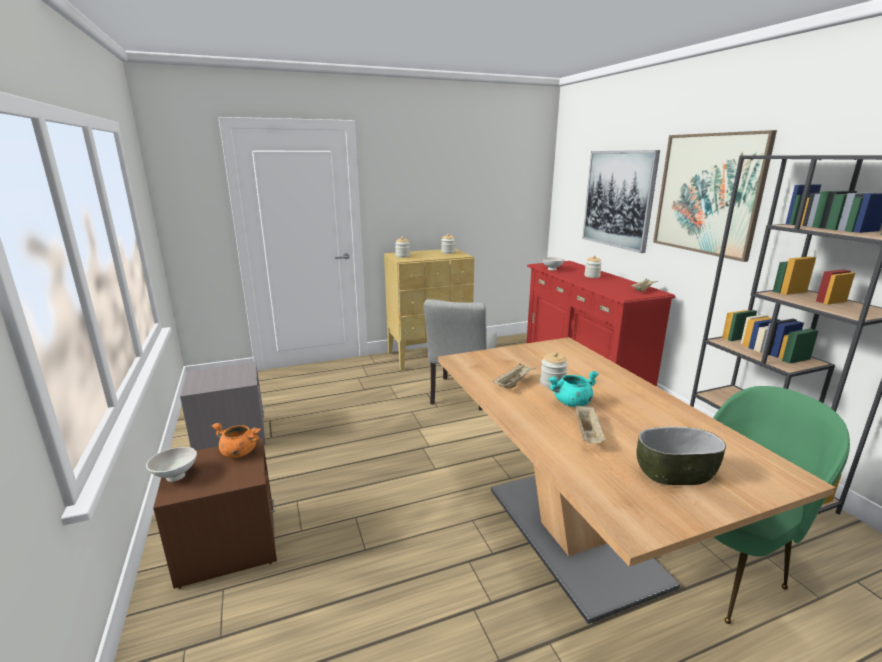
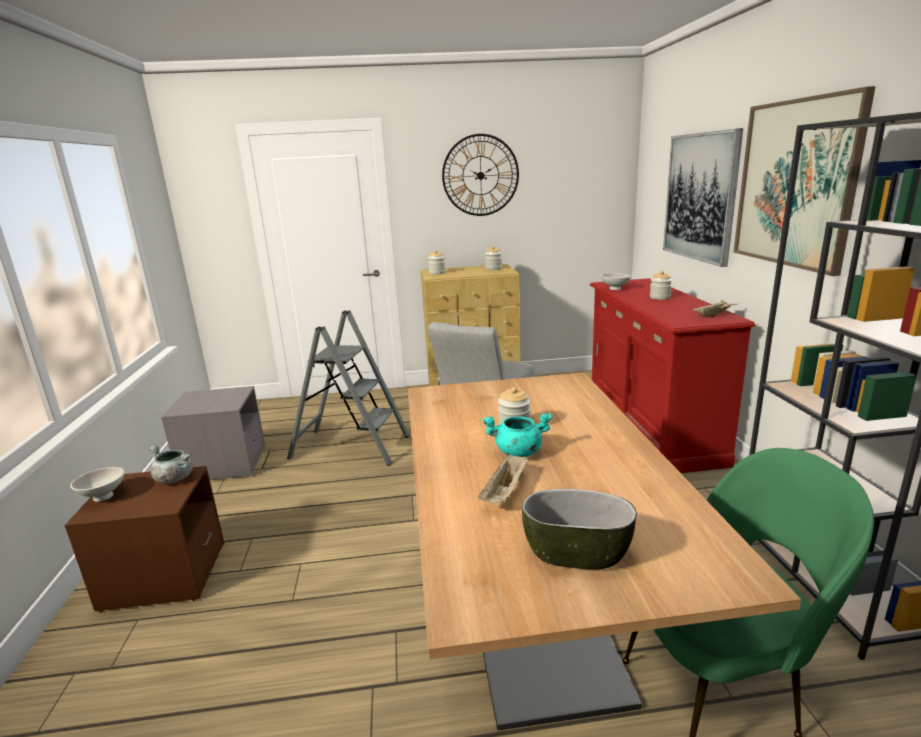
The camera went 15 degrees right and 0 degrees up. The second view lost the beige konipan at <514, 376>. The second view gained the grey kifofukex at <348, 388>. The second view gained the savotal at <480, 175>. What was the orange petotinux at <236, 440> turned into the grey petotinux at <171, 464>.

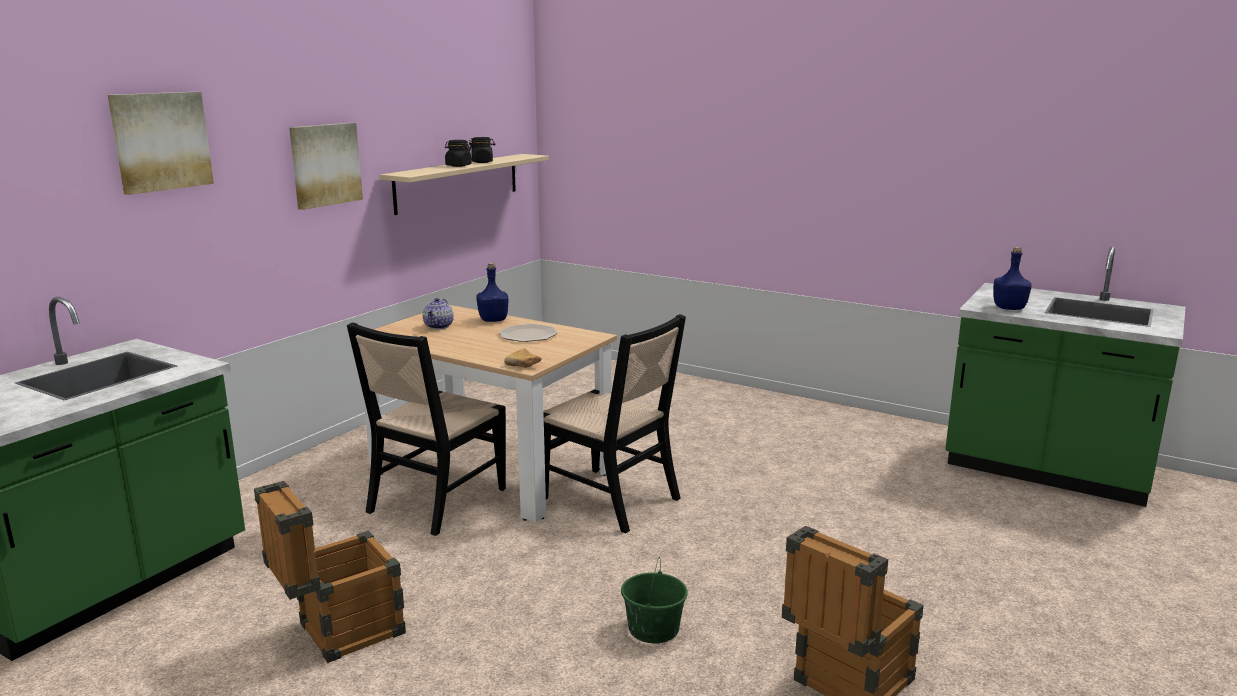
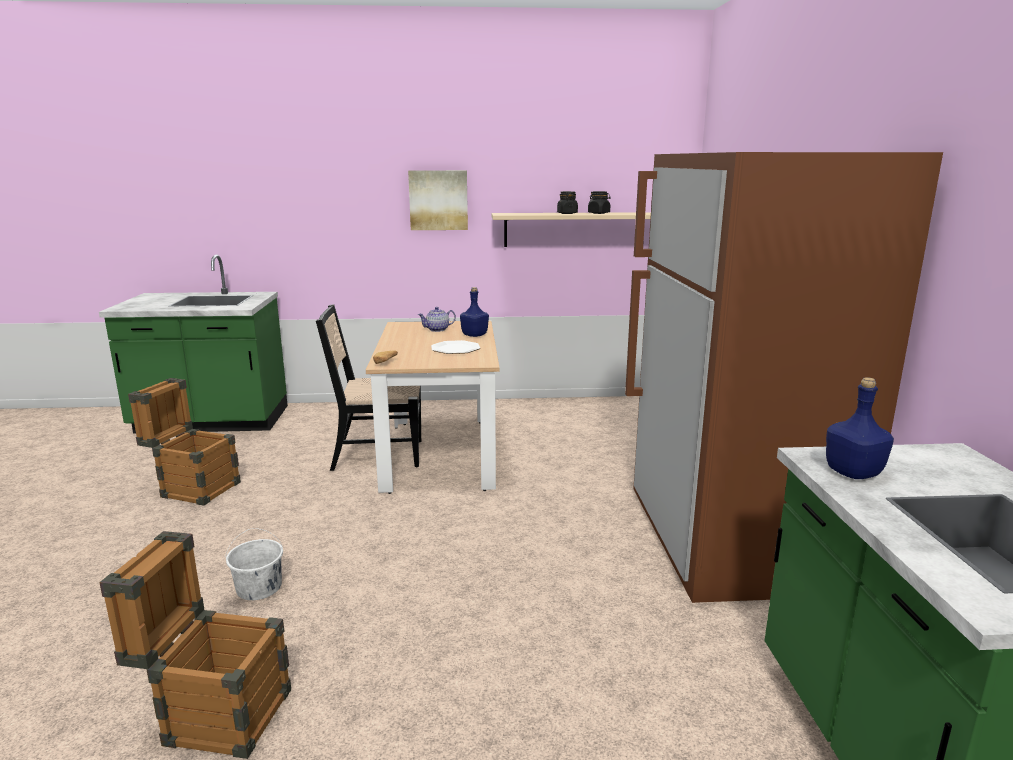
The camera went 55 degrees right and 0 degrees up. The second view lost the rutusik at <161, 143>. The second view lost the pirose at <614, 423>. The second view gained the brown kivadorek at <784, 377>. What was the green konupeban at <654, 600> turned into the white konupeban at <254, 564>.

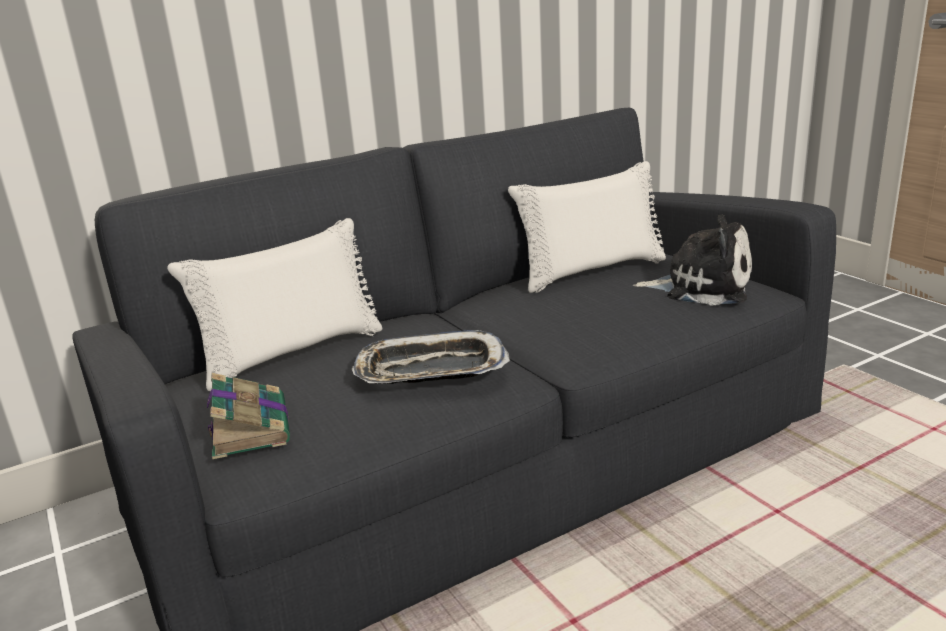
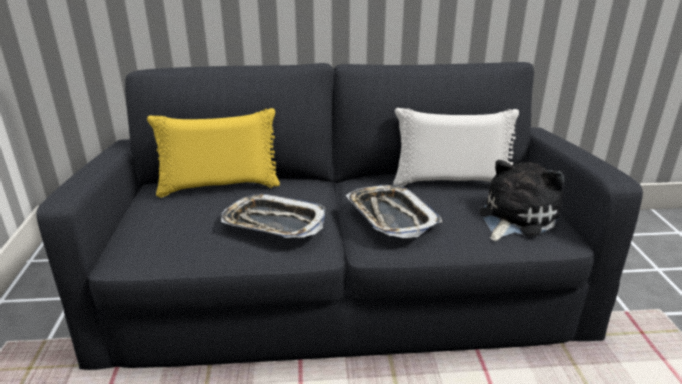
The camera went 25 degrees right and 5 degrees up. The second view lost the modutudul at <248, 416>. The second view gained the konipan at <394, 211>. What was the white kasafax at <274, 304> turned into the yellow kasafax at <213, 153>. The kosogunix at <692, 260> ended up facing another way, 90 degrees counterclockwise from before.

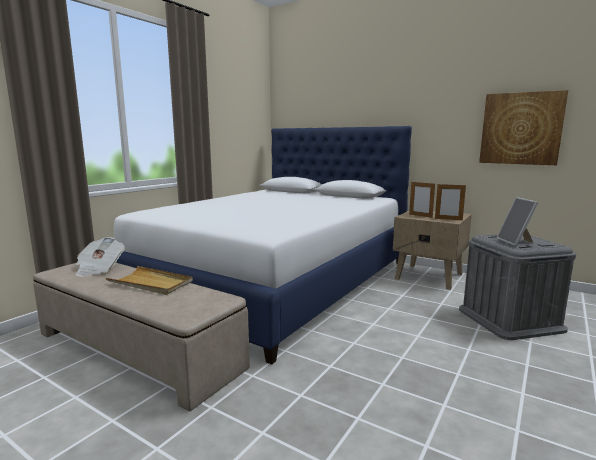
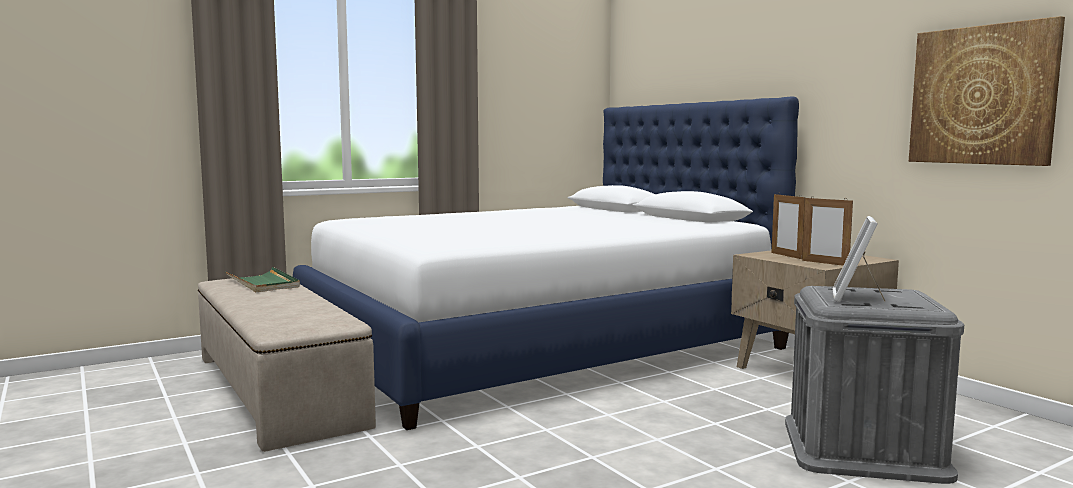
The camera went 25 degrees right and 5 degrees down. The second view lost the beige konipan at <149, 280>. Where the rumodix stood at <100, 257>, the green konipan came to stand at <263, 279>.

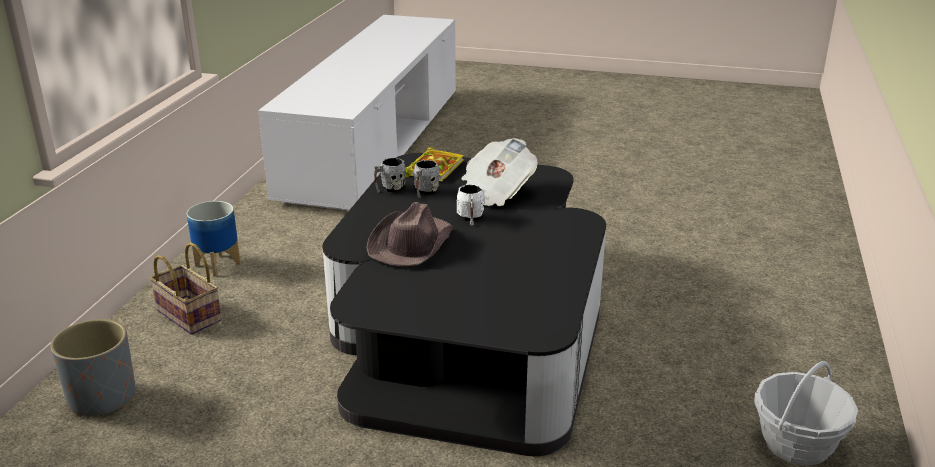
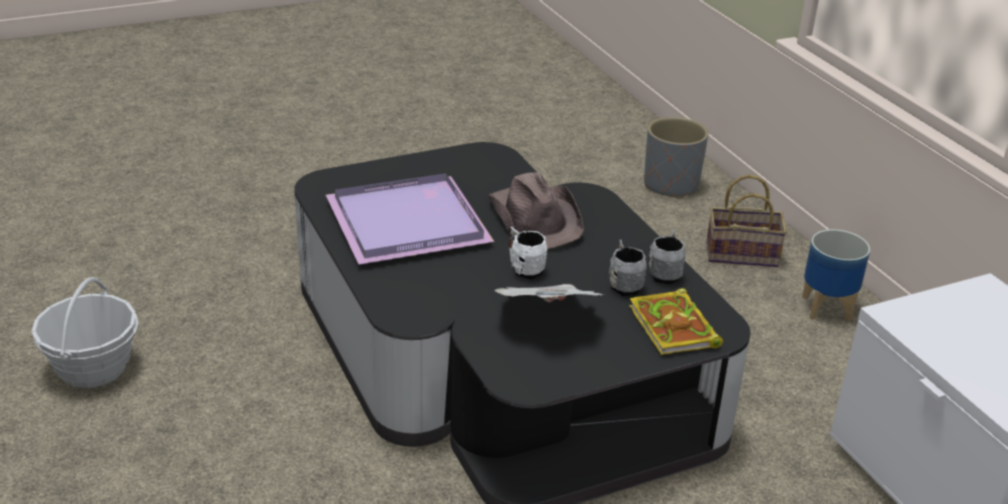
The camera went 140 degrees right and 5 degrees up. The second view gained the purple konipan at <410, 219>.

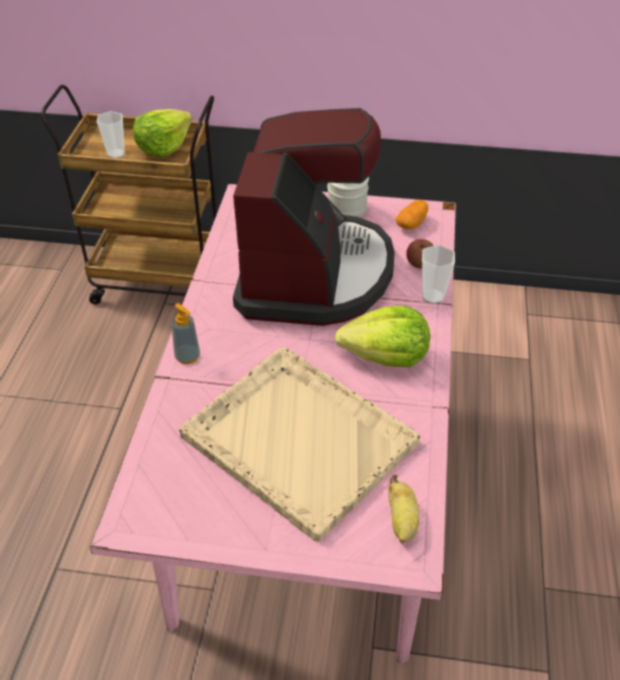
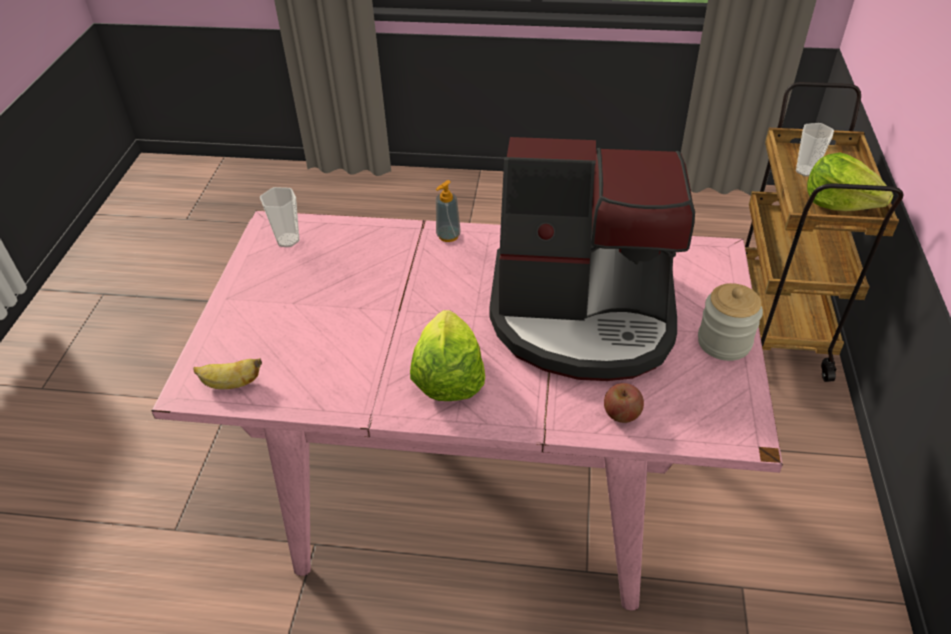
The camera went 90 degrees right and 0 degrees up. The second view lost the beige konipan at <299, 444>. The second view lost the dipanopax at <412, 214>. The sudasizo ended up elsewhere, having gone from <438, 274> to <279, 217>.

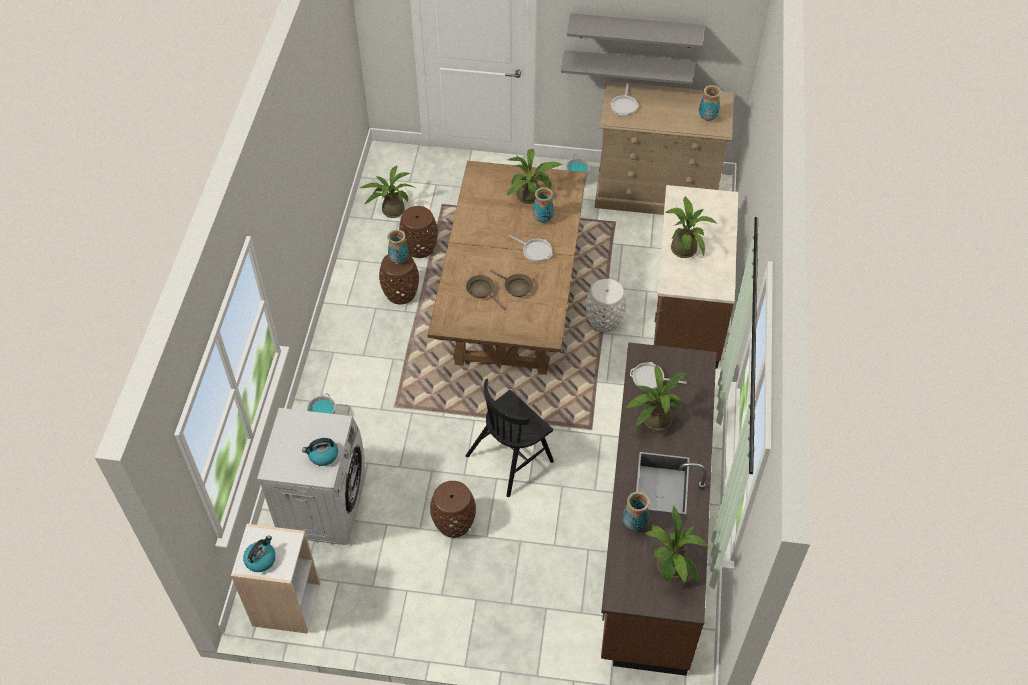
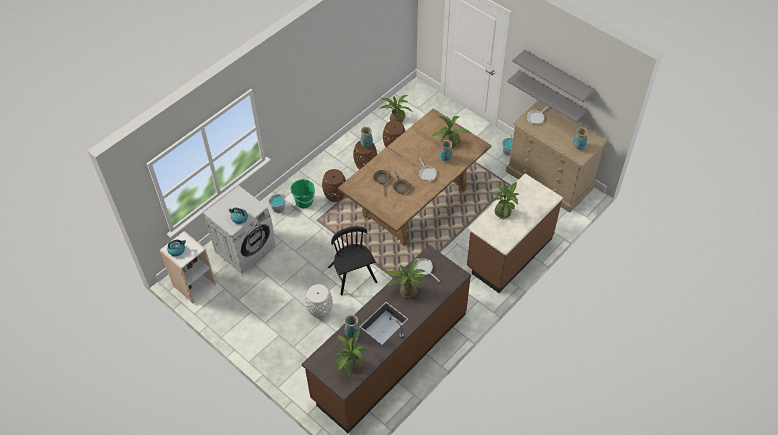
The camera went 35 degrees right and 0 degrees up. The second view gained the green konupeban at <302, 193>. The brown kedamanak ended up elsewhere, having gone from <453, 509> to <334, 185>. The white kedamanak ended up elsewhere, having gone from <606, 305> to <319, 301>. The black pirose at <510, 437> ended up facing another way, 75 degrees clockwise from before.

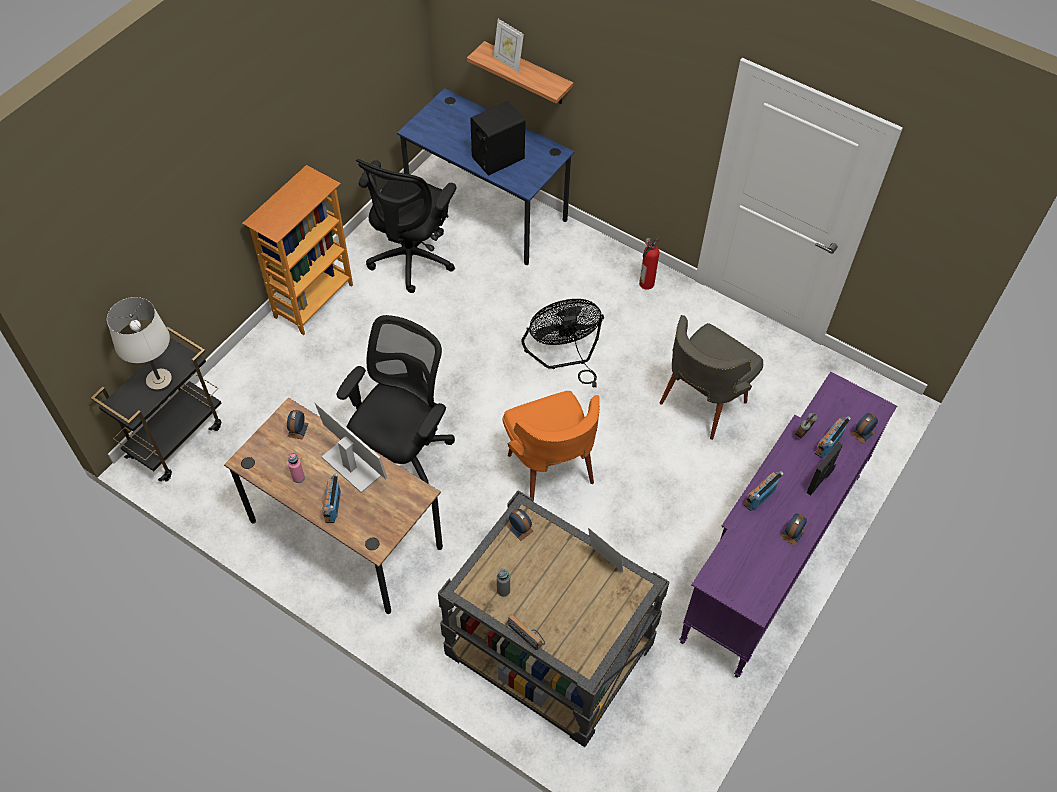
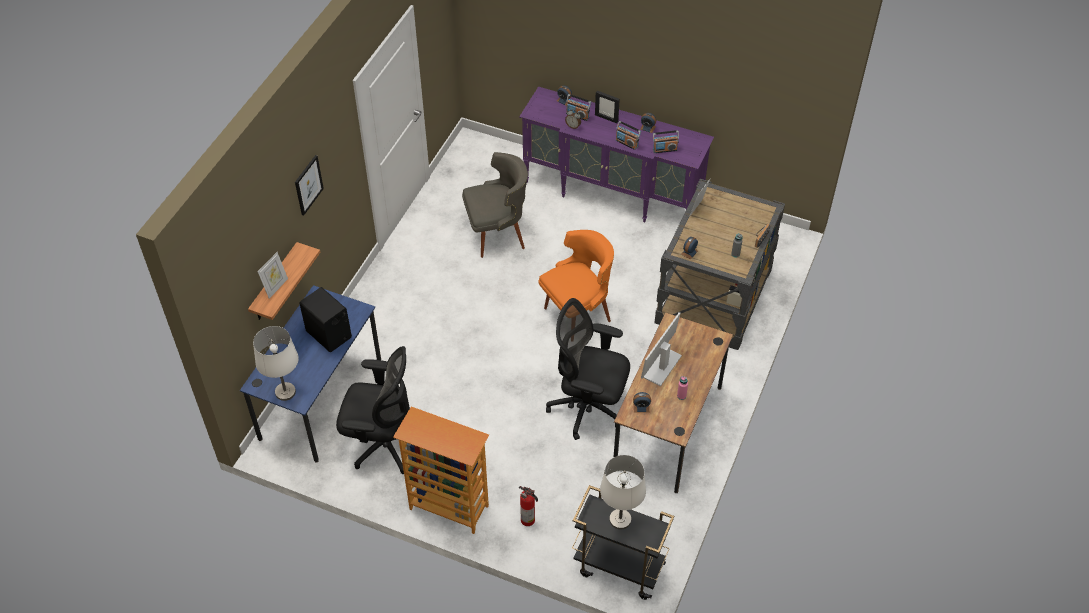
The camera went 100 degrees left and 5 degrees down. The second view lost the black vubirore at <562, 343>. The second view gained the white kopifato at <276, 363>. The second view gained the rutusik at <309, 185>. The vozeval ended up elsewhere, having gone from <332, 498> to <666, 141>. The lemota ended up elsewhere, having gone from <649, 264> to <528, 506>. The grey pirose at <711, 377> ended up facing another way, 45 degrees counterclockwise from before.

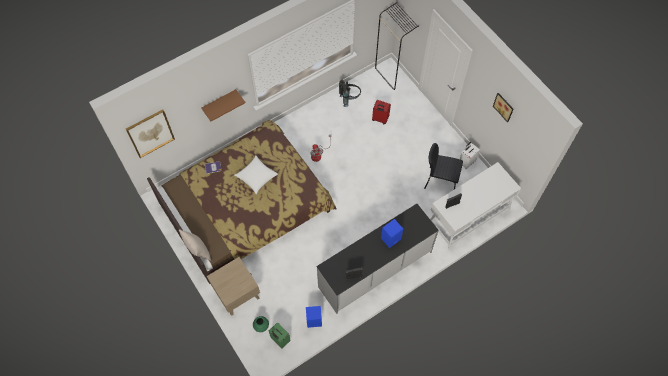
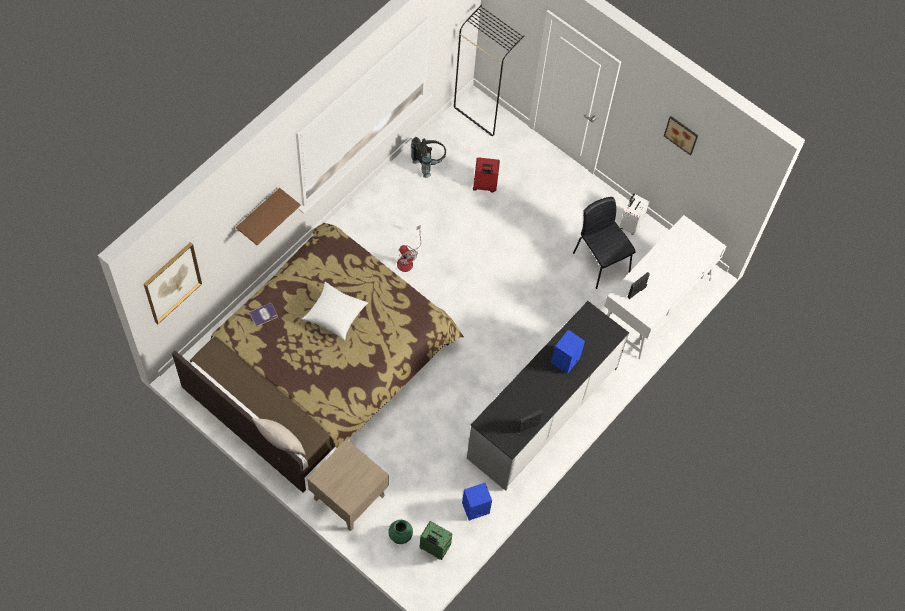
The camera went 20 degrees left and 0 degrees up. The black pirose at <443, 166> ended up facing another way, 60 degrees clockwise from before.

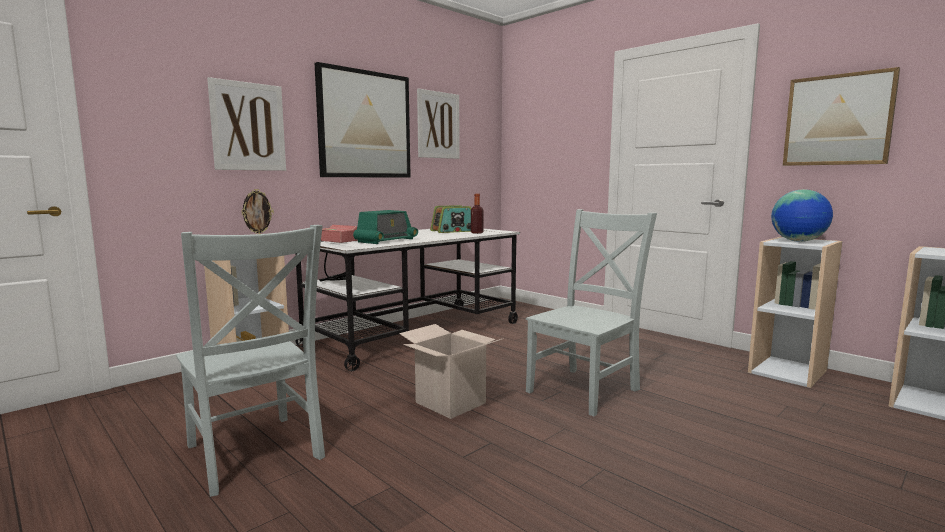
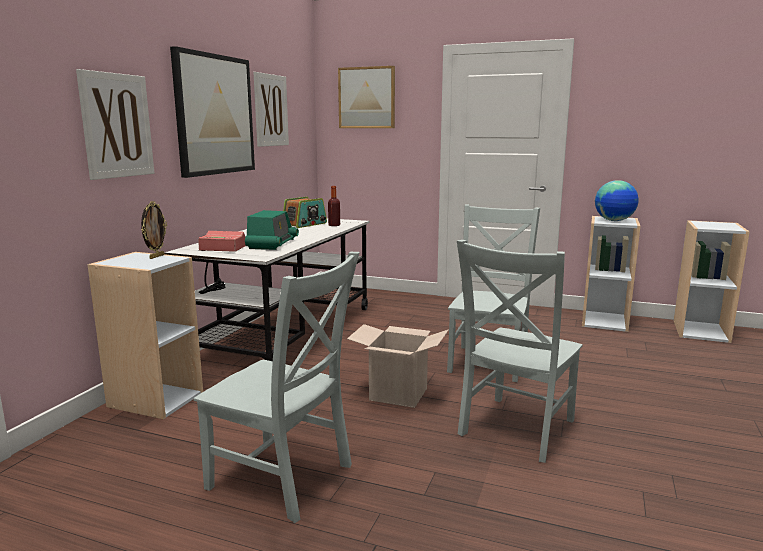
The camera went 25 degrees left and 5 degrees up. The second view gained the grey pirose at <520, 351>. The rutusik ended up elsewhere, having gone from <841, 116> to <366, 97>.

